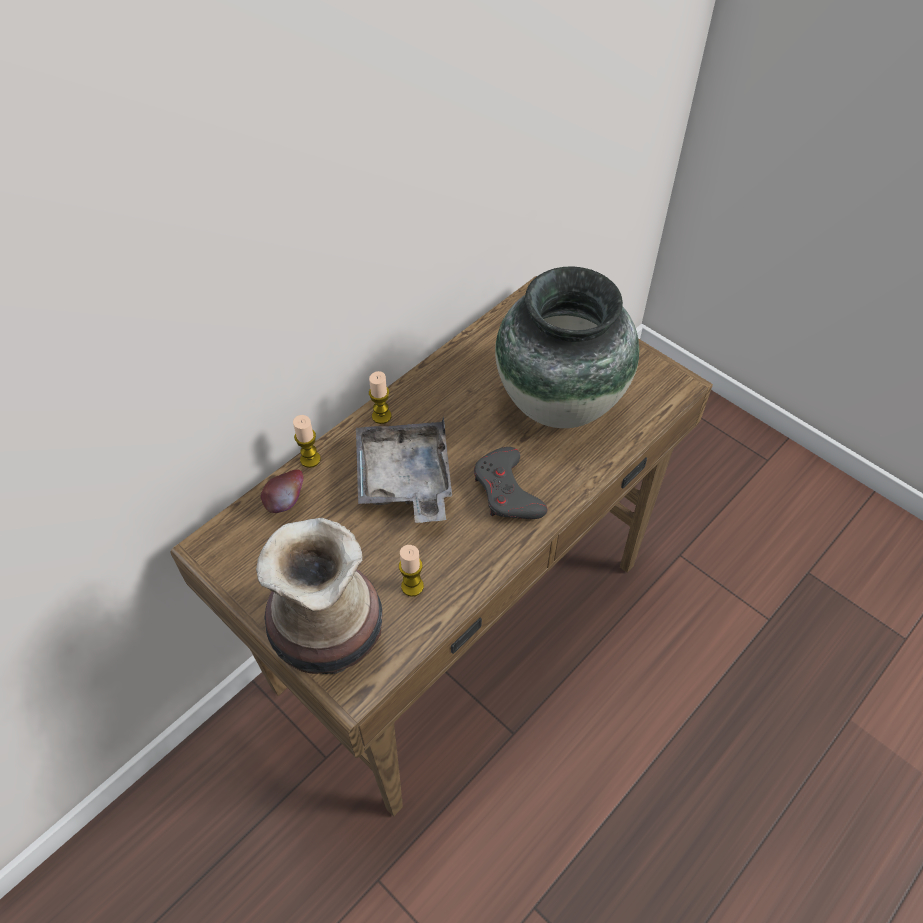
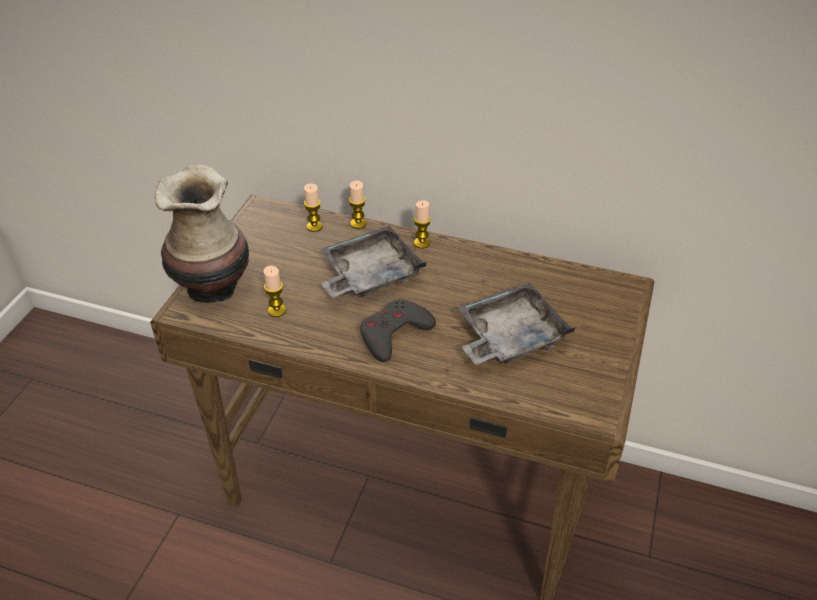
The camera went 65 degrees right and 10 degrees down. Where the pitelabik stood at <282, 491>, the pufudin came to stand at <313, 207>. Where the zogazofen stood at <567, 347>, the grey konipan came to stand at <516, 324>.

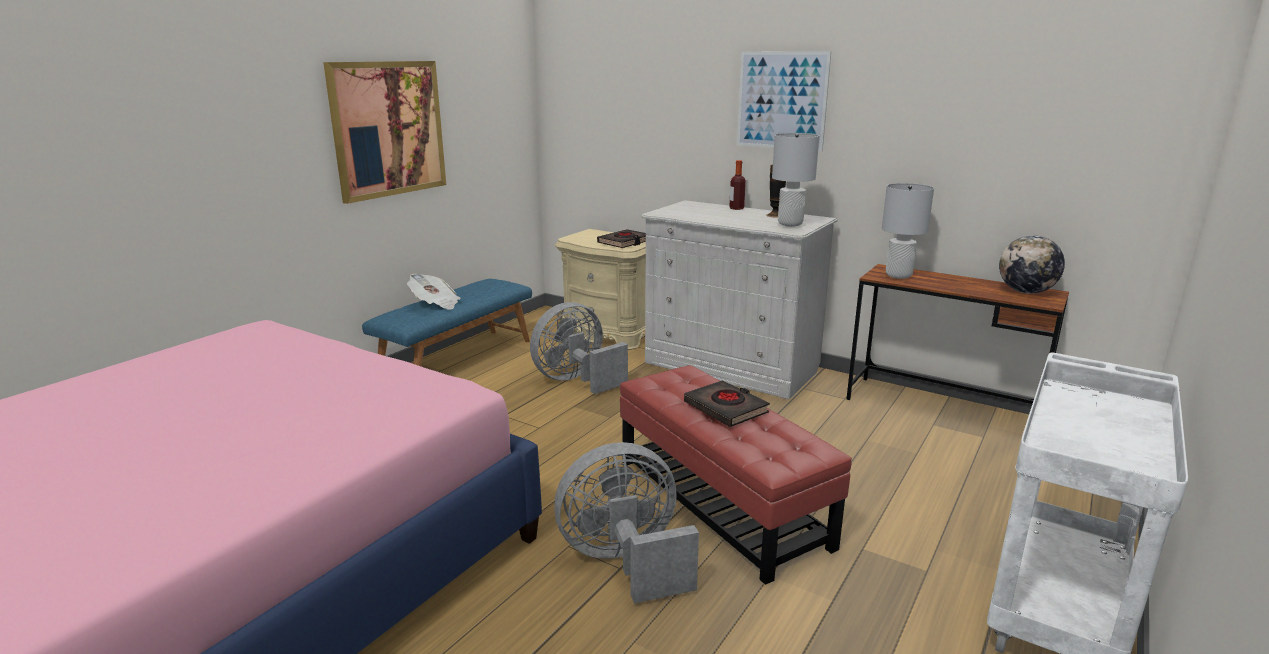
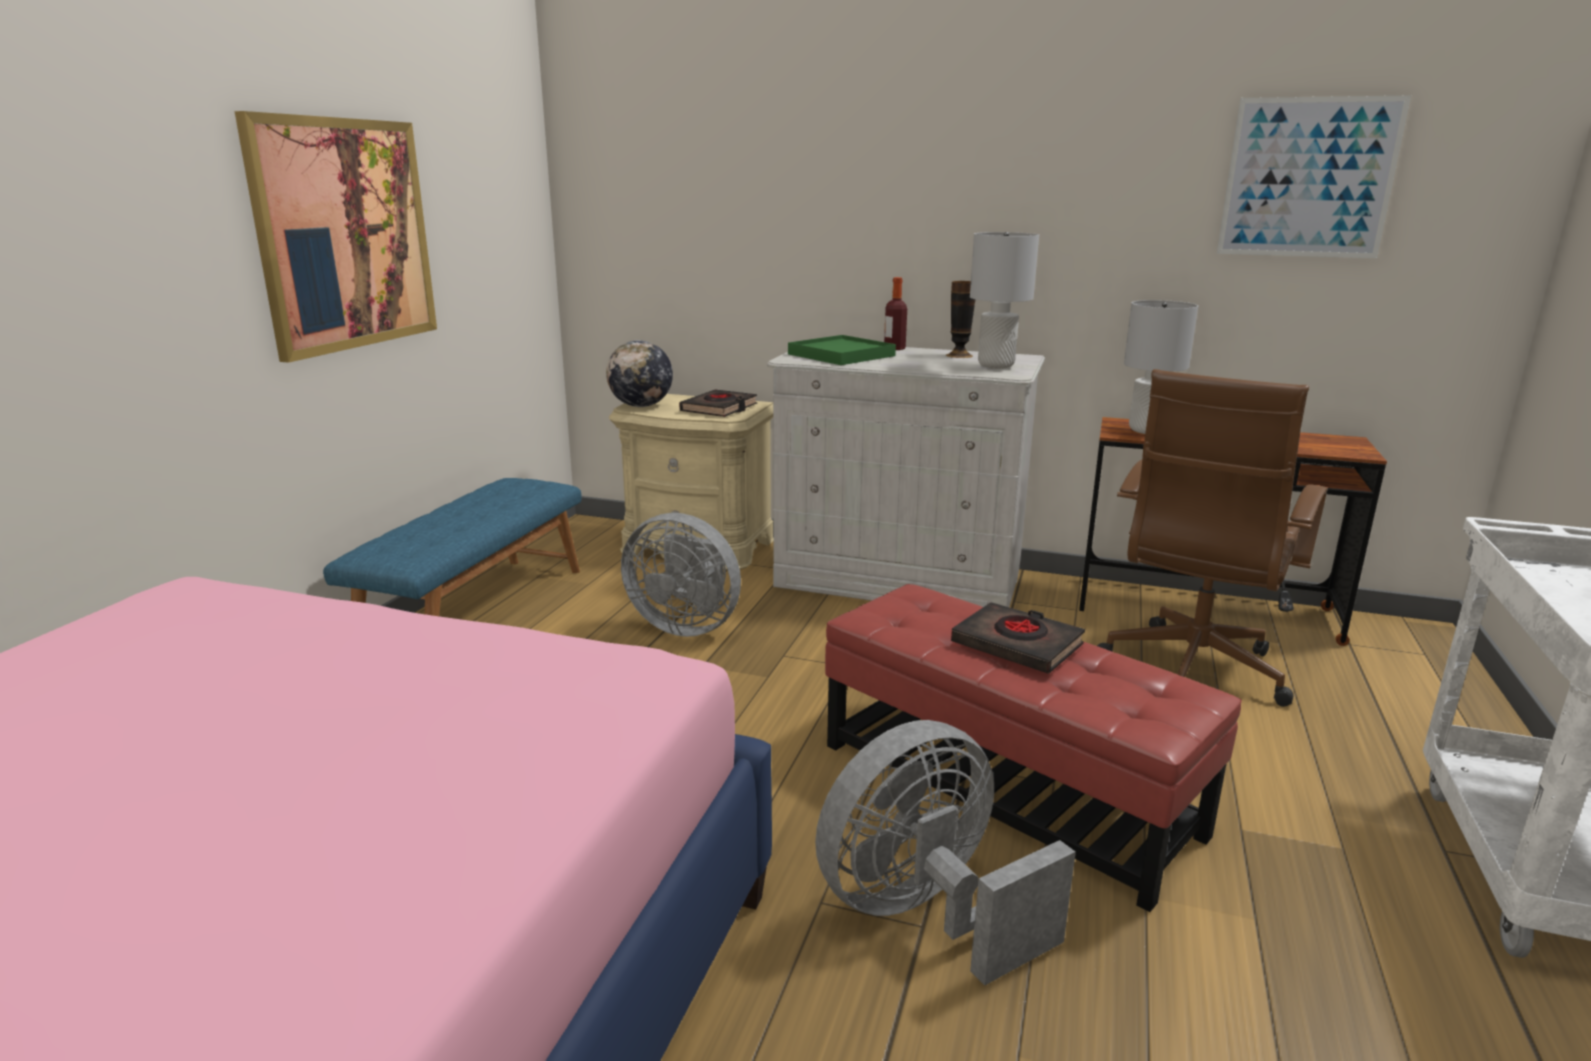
The camera went 15 degrees left and 0 degrees up. The second view lost the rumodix at <433, 291>. The second view gained the green konipan at <842, 350>. The second view gained the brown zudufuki at <1212, 538>. The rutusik ended up elsewhere, having gone from <784, 101> to <1314, 176>. The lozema ended up elsewhere, having gone from <1032, 264> to <639, 373>. The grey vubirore at <579, 348> ended up facing another way, 105 degrees counterclockwise from before.

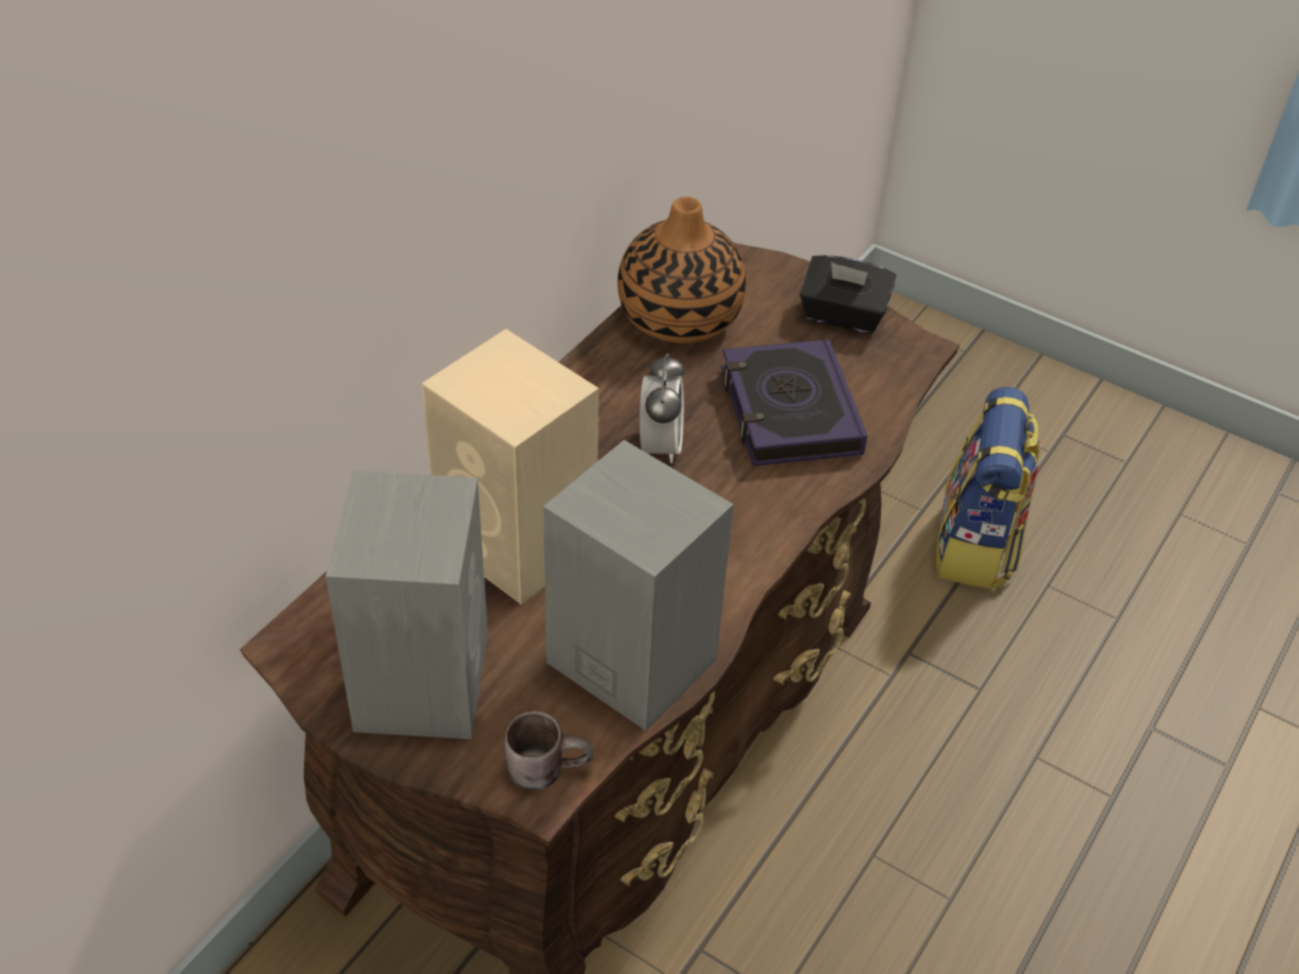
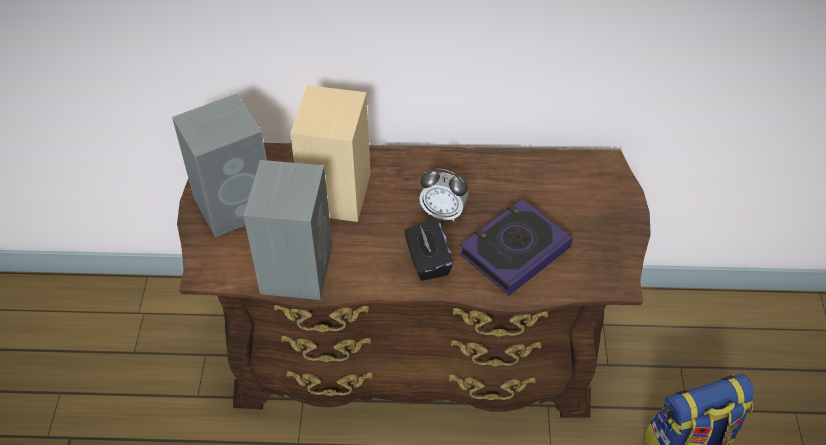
The camera went 60 degrees right and 5 degrees up. The second view lost the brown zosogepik at <549, 750>. The second view lost the zogazofen at <682, 270>. The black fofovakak ended up elsewhere, having gone from <848, 294> to <429, 249>. The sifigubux at <662, 408> ended up facing another way, 45 degrees clockwise from before.

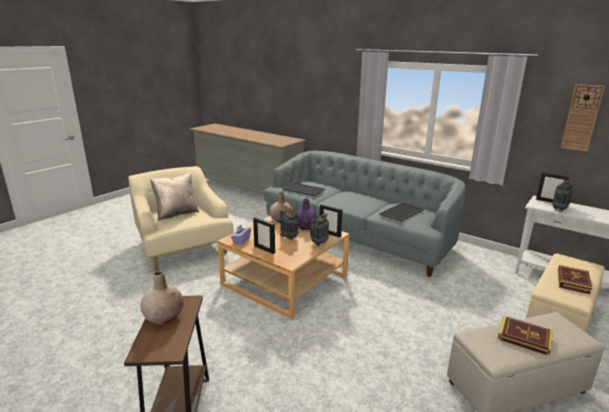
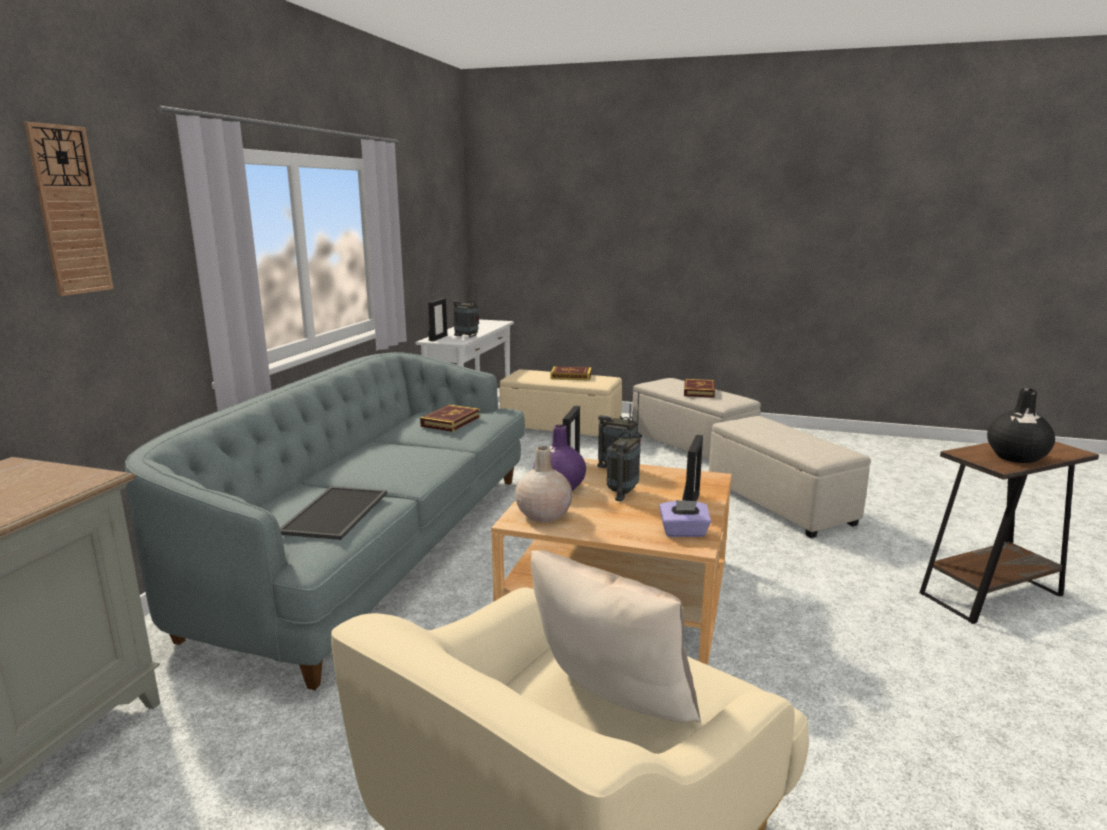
The camera went 110 degrees left and 5 degrees down. The second view gained the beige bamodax at <790, 477>. The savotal ended up elsewhere, having gone from <583, 117> to <69, 209>. Where the konipan stood at <401, 212>, the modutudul came to stand at <450, 418>. What was the beige zogazofen at <162, 298> turned into the black zogazofen at <1021, 425>.

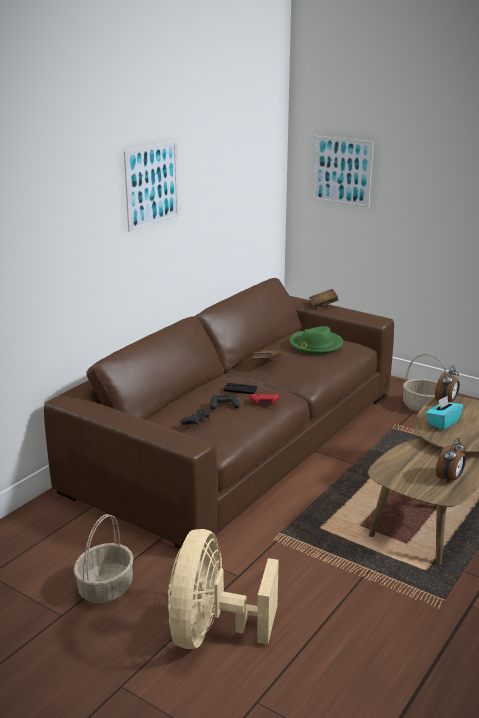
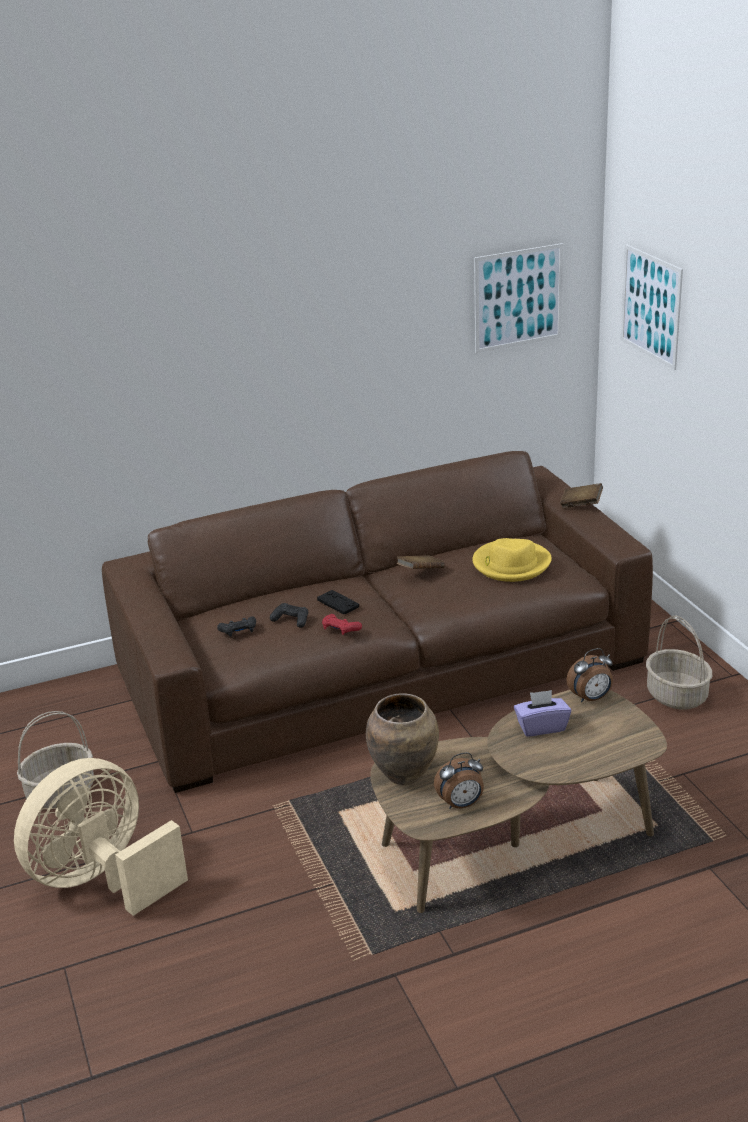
The camera went 35 degrees right and 5 degrees up. The second view gained the brown zogazofen at <402, 739>. The rutusik ended up elsewhere, having gone from <151, 186> to <518, 298>. What was the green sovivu at <316, 340> turned into the yellow sovivu at <512, 560>. What was the turquoise fofovakak at <444, 413> turned into the purple fofovakak at <542, 713>.

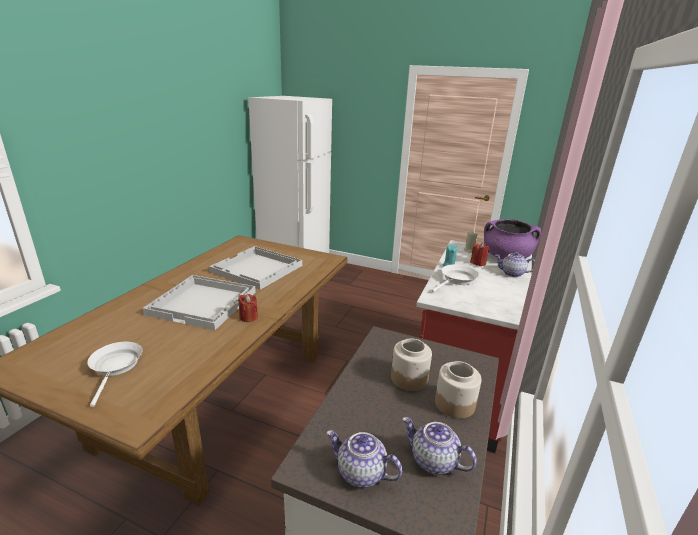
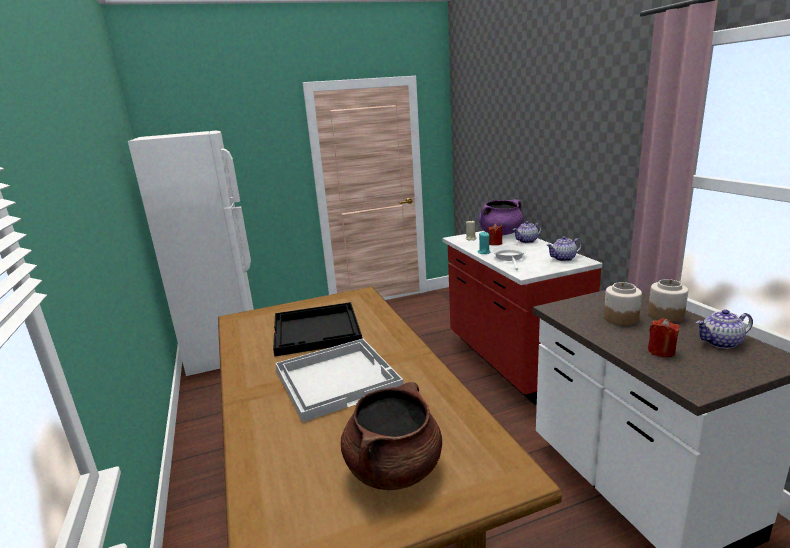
The camera went 40 degrees left and 5 degrees down. The red pufudin ended up elsewhere, having gone from <248, 308> to <664, 338>. The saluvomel ended up elsewhere, having gone from <364, 459> to <564, 248>. Where the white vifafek stood at <114, 374>, the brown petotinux came to stand at <391, 436>. What was the white konipan at <255, 268> turned into the black konipan at <317, 329>.

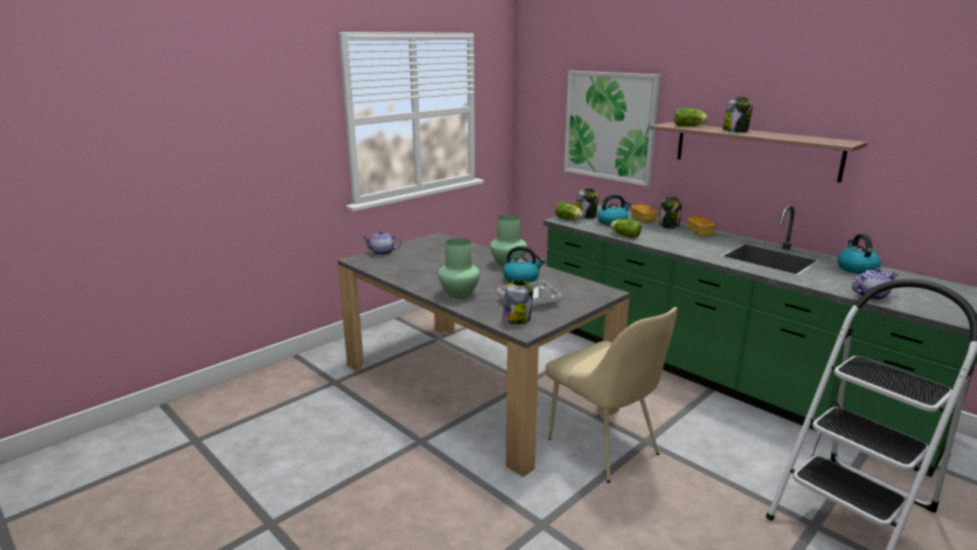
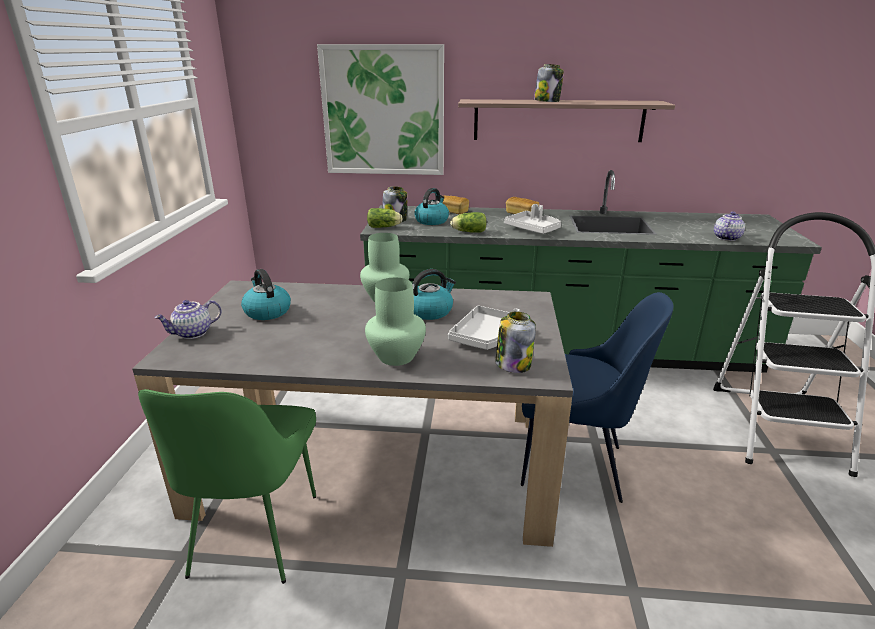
The camera went 40 degrees left and 5 degrees up. The second view lost the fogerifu at <670, 212>. The second view lost the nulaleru at <691, 117>. The second view gained the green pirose at <227, 486>. The second view gained the grey konipan at <532, 219>. The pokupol ended up elsewhere, having gone from <859, 254> to <266, 294>. What was the beige pirose at <611, 395> turned into the blue pirose at <597, 397>.

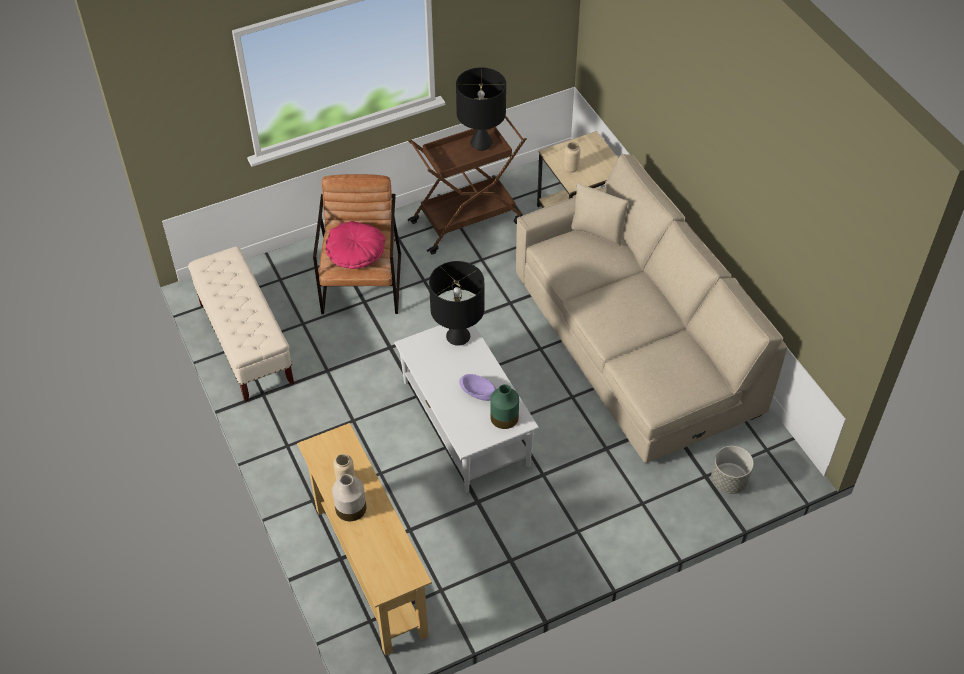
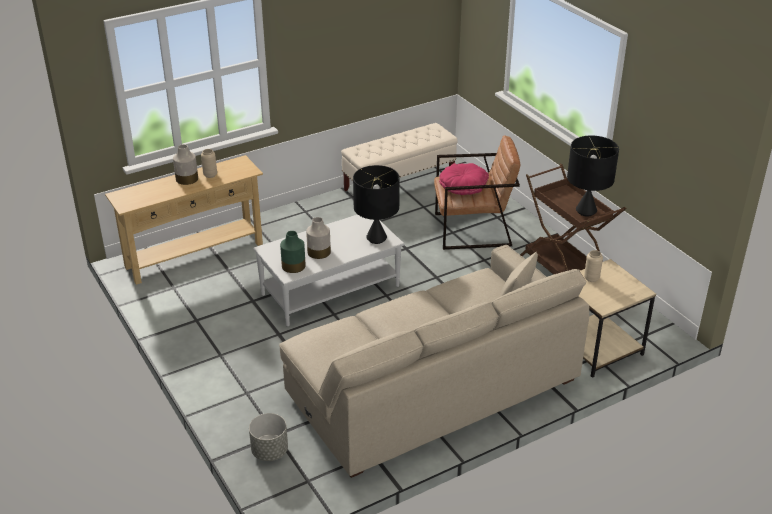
The camera went 85 degrees right and 15 degrees down. Where the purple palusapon stood at <477, 387>, the beige zogazofen came to stand at <318, 238>.

